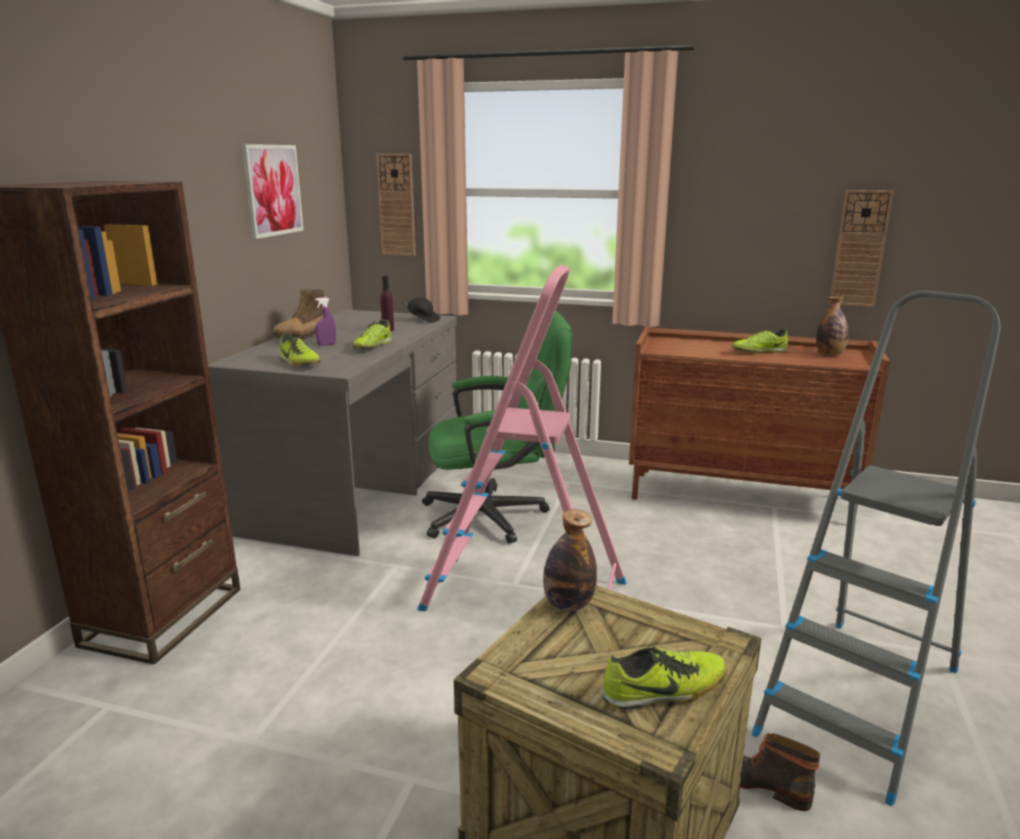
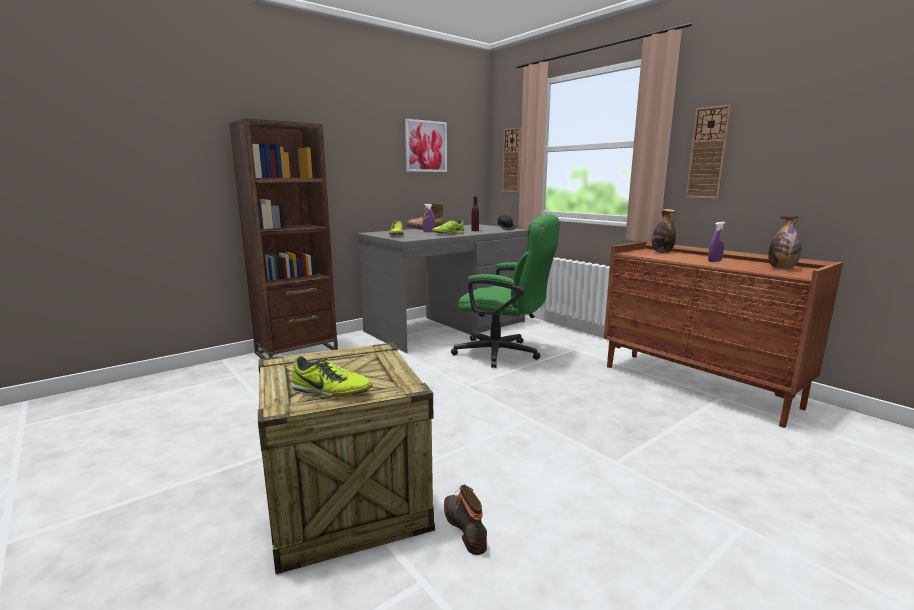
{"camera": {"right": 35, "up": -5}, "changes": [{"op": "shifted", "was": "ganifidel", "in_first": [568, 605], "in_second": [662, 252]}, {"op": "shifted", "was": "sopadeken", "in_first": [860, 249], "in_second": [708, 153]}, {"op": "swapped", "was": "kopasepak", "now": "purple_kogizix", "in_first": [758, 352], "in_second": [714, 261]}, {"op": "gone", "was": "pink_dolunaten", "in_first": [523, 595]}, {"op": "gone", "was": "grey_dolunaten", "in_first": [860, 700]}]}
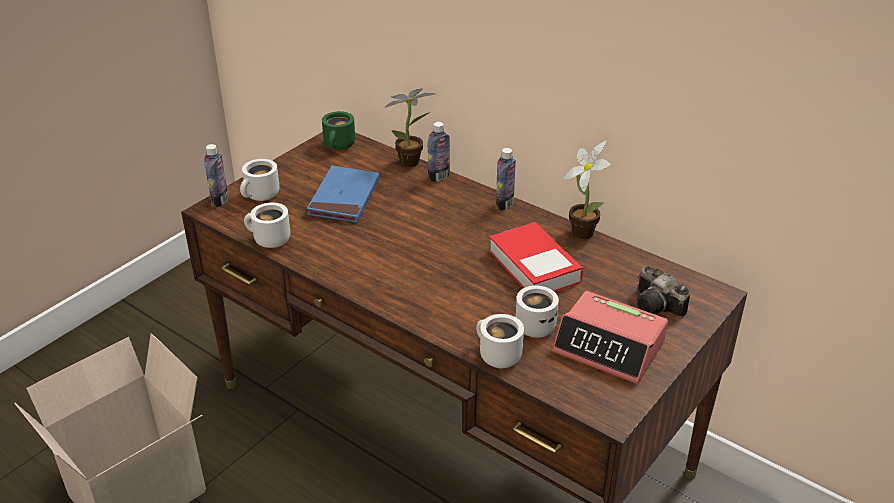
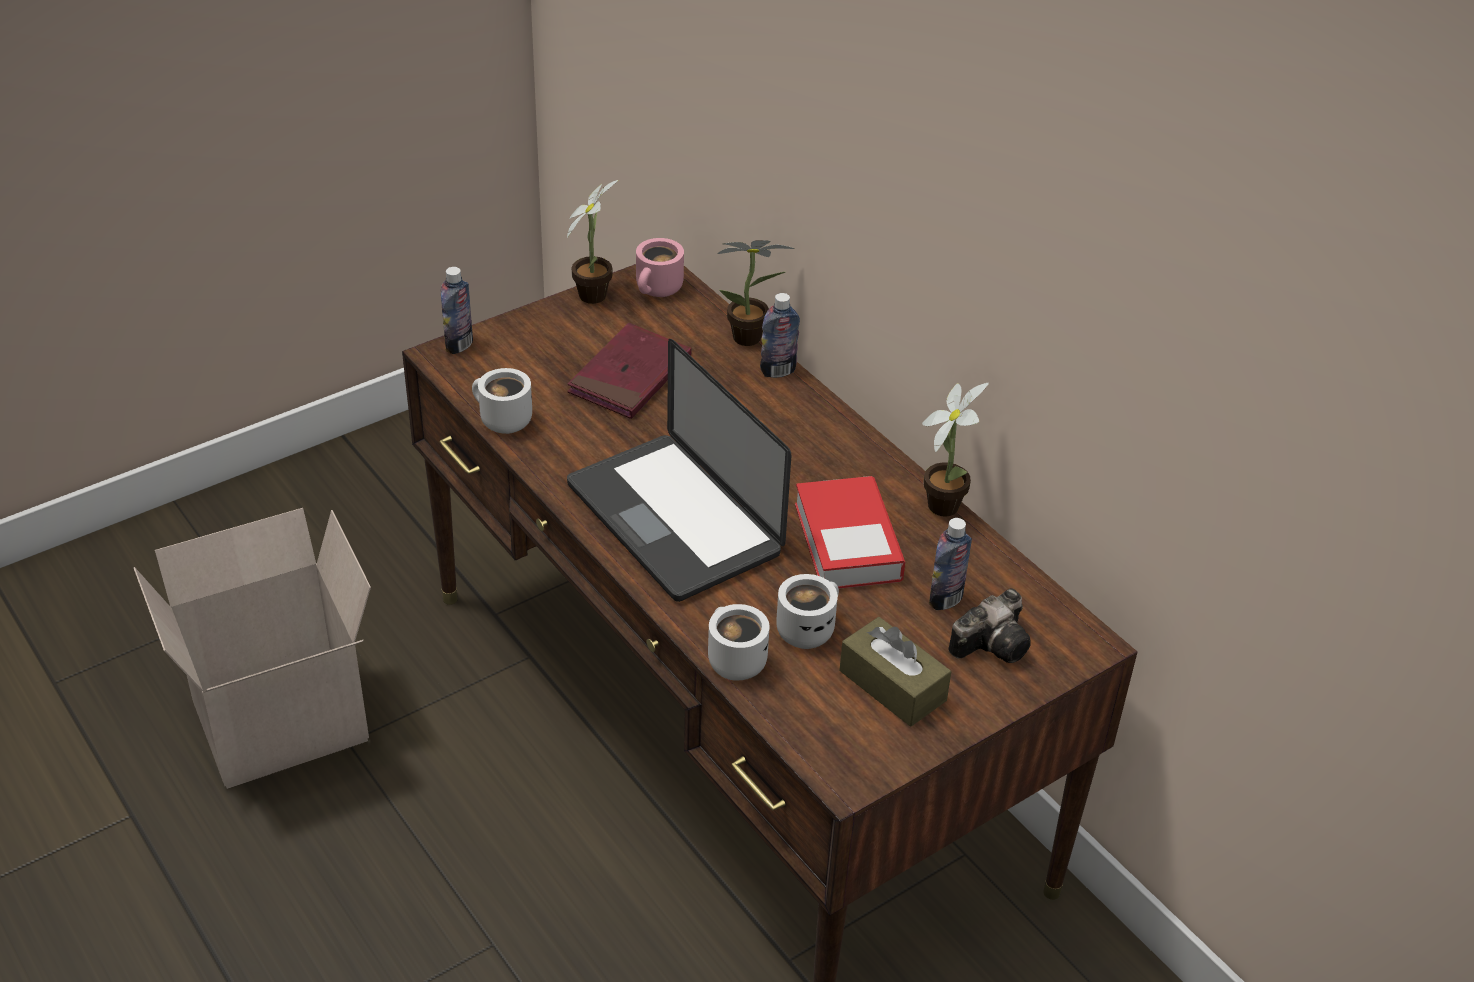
{"camera": {"right": 15, "up": 5}, "changes": [{"op": "new", "now": "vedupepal", "in_second": [595, 293]}, {"op": "repainted", "was": "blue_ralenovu", "now": "red_ralenovu", "in_first": [344, 198], "in_second": [630, 376]}, {"op": "new", "now": "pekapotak", "in_second": [673, 519]}, {"op": "repainted", "was": "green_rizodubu", "now": "pink_rizodubu", "in_first": [340, 146], "in_second": [659, 290]}, {"op": "swapped", "was": "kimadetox", "now": "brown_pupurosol", "in_first": [609, 347], "in_second": [892, 685]}, {"op": "shifted", "was": "ganifidel", "in_first": [504, 204], "in_second": [945, 599]}, {"op": "rotated", "was": "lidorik", "in_first": [658, 306], "in_second": [994, 643], "clockwise": -105}, {"op": "gone", "was": "white_rizodubu", "in_first": [261, 196]}]}
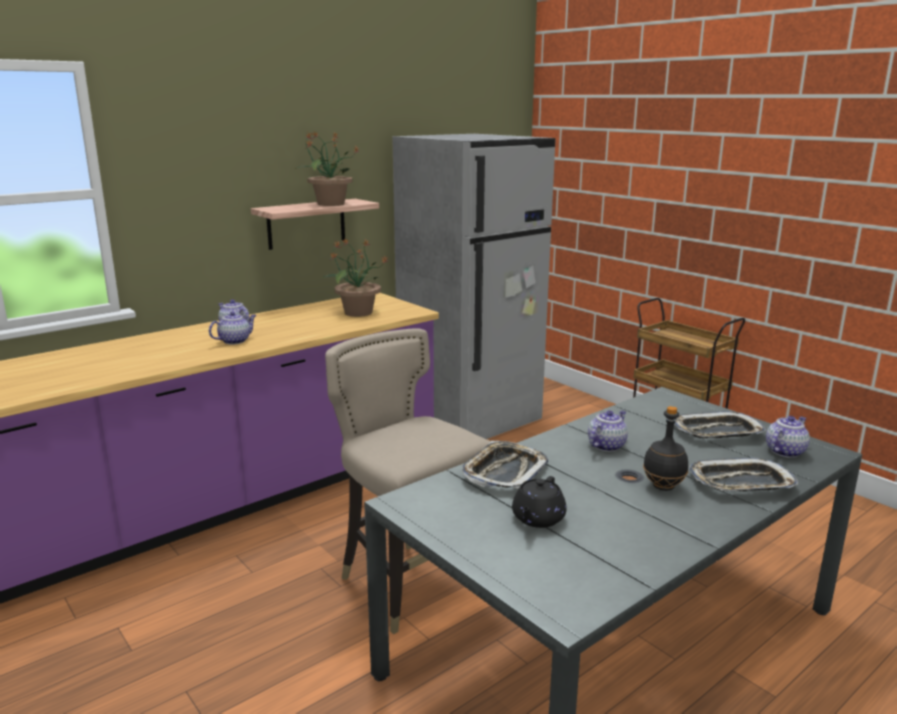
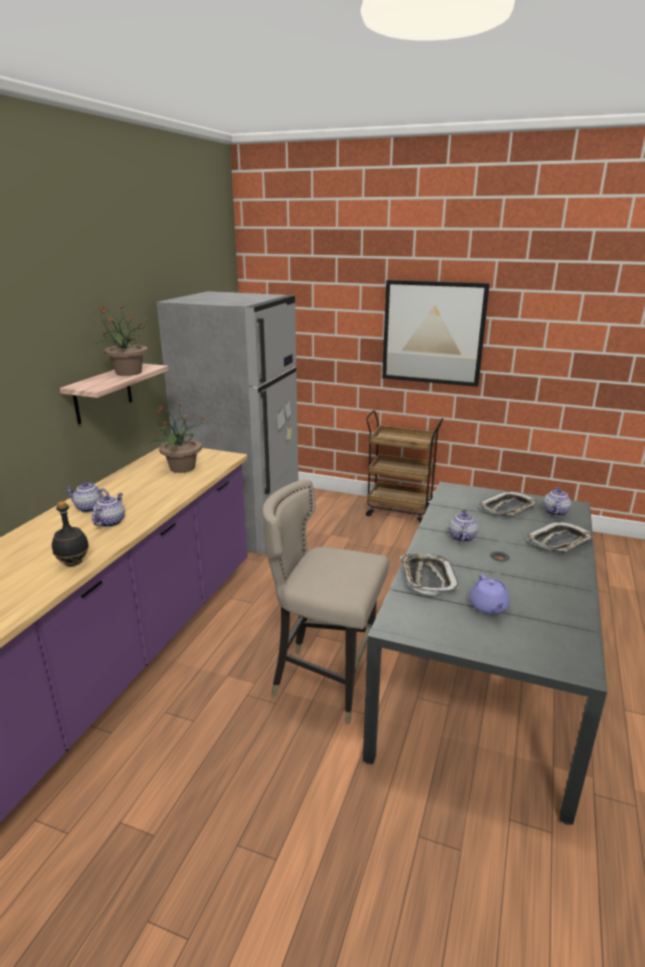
{"camera": {"right": -30, "up": 5}, "changes": [{"op": "shifted", "was": "black_ganifidel", "in_first": [662, 486], "in_second": [73, 563]}, {"op": "new", "now": "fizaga", "in_second": [433, 333]}, {"op": "repainted", "was": "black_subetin", "now": "purple_subetin", "in_first": [537, 519], "in_second": [488, 607]}]}
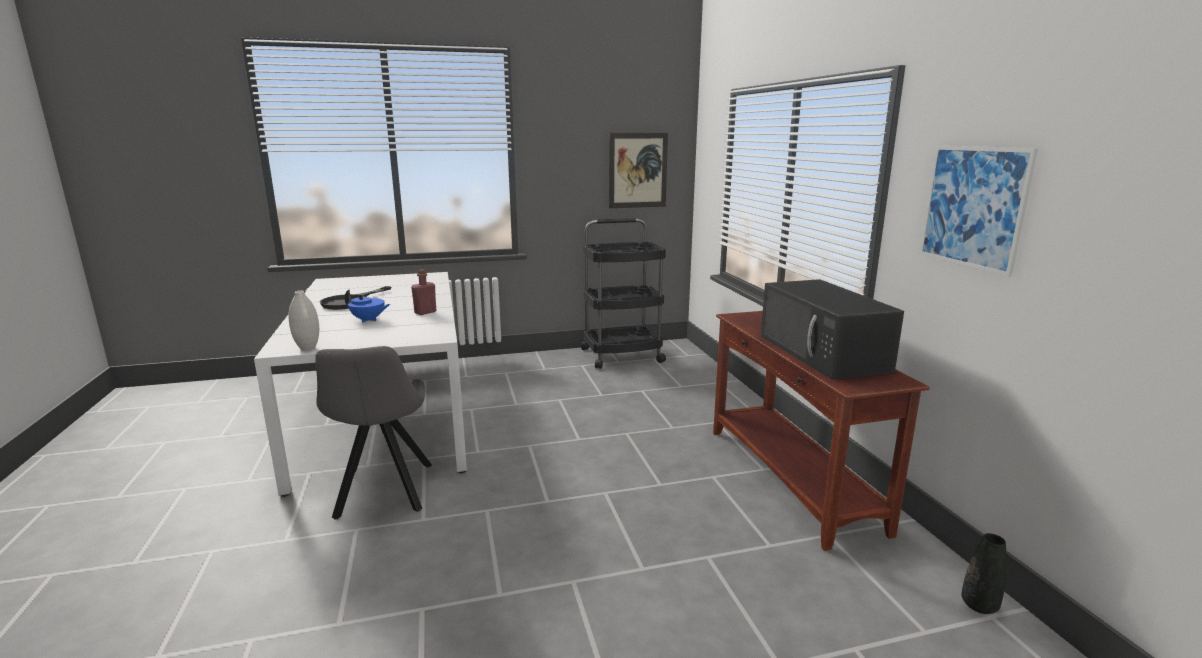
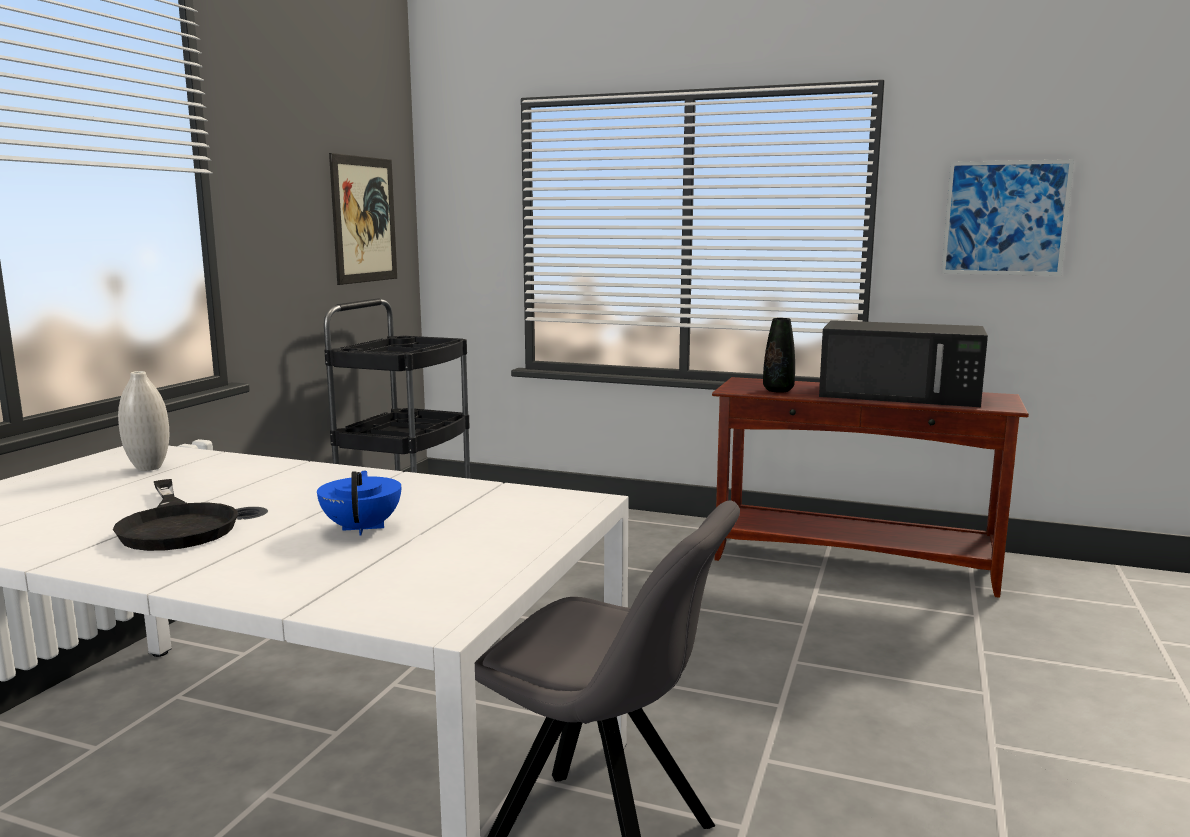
{"camera": {"right": -55, "up": -5}, "changes": [{"op": "shifted", "was": "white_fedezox", "in_first": [308, 348], "in_second": [149, 468]}, {"op": "rotated", "was": "blue_subetin", "in_first": [368, 320], "in_second": [363, 528], "clockwise": -60}, {"op": "shifted", "was": "black_fedezox", "in_first": [979, 605], "in_second": [778, 390]}, {"op": "gone", "was": "red_ganifidel", "in_first": [425, 312]}]}
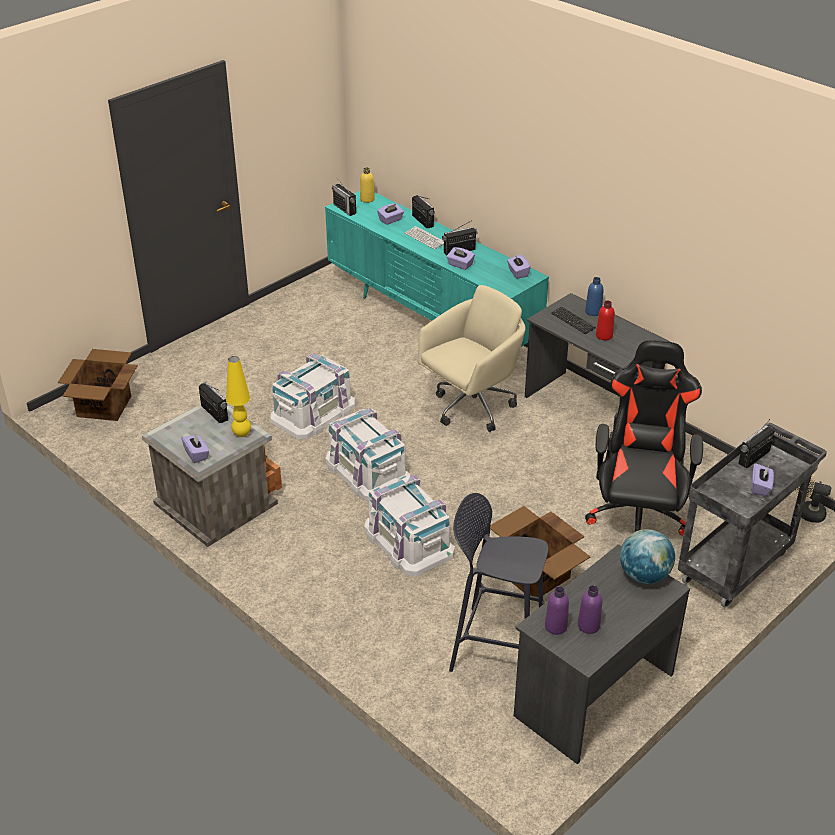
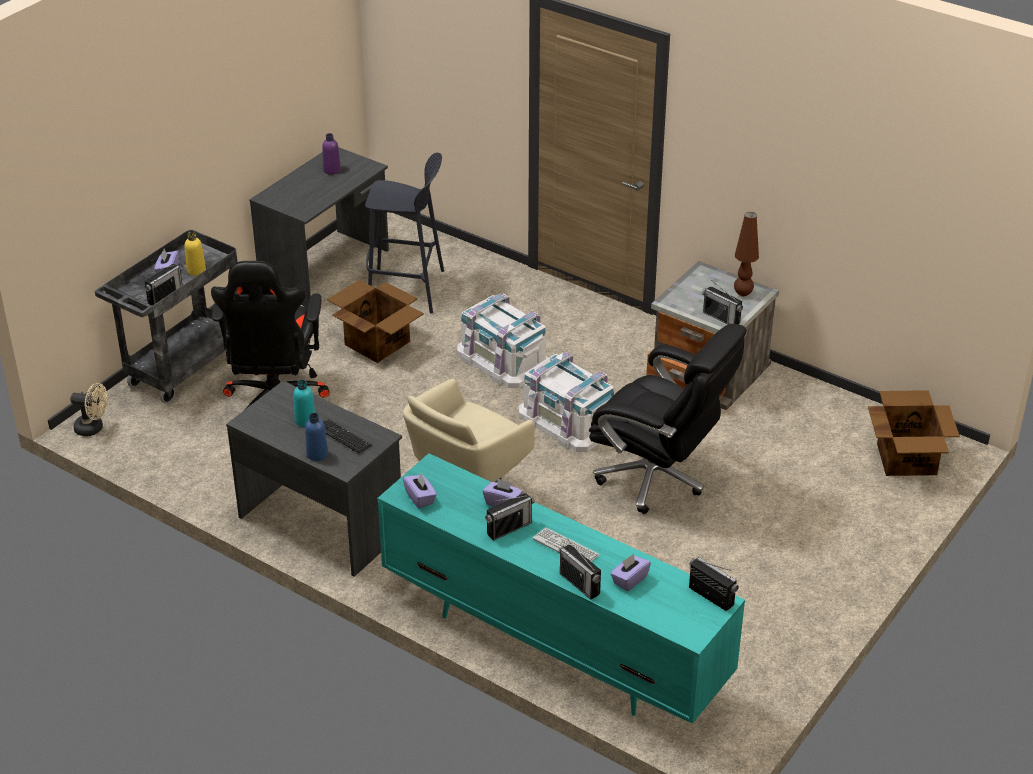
{"camera": {"right": 170, "up": 0}, "changes": [{"op": "shifted", "was": "yellow_ganifidel", "in_first": [367, 199], "in_second": [196, 271]}, {"op": "repainted", "was": "red_ganifidel", "now": "turquoise_ganifidel", "in_first": [604, 336], "in_second": [305, 421]}, {"op": "swapped", "was": "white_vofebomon", "now": "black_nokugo", "in_first": [313, 412], "in_second": [658, 481]}, {"op": "new", "now": "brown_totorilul", "in_second": [742, 293]}, {"op": "gone", "was": "purple_pupurosol", "in_first": [196, 455]}, {"op": "gone", "was": "yellow_totorilul", "in_first": [241, 434]}, {"op": "gone", "was": "purple_ganifidel", "in_first": [555, 626]}, {"op": "gone", "was": "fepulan", "in_first": [644, 575]}]}
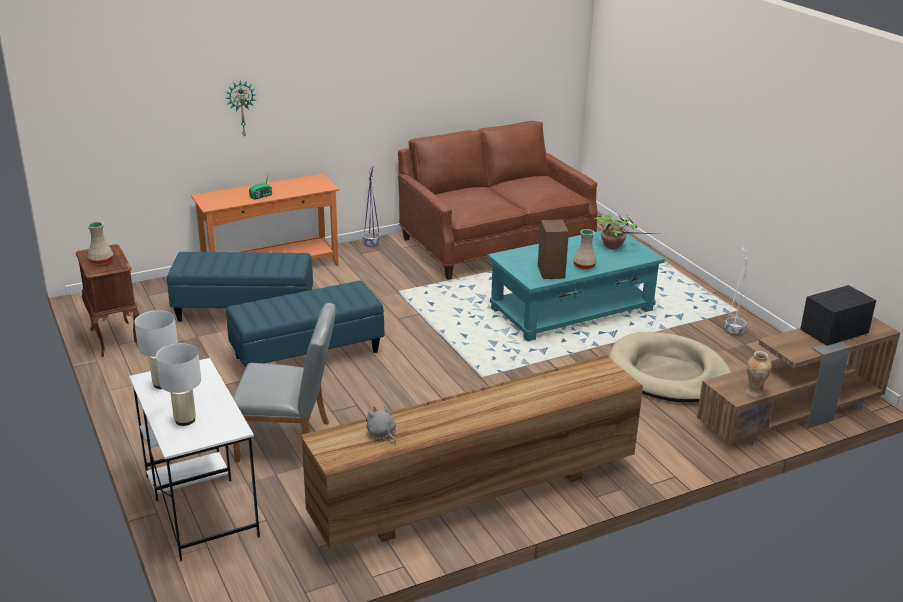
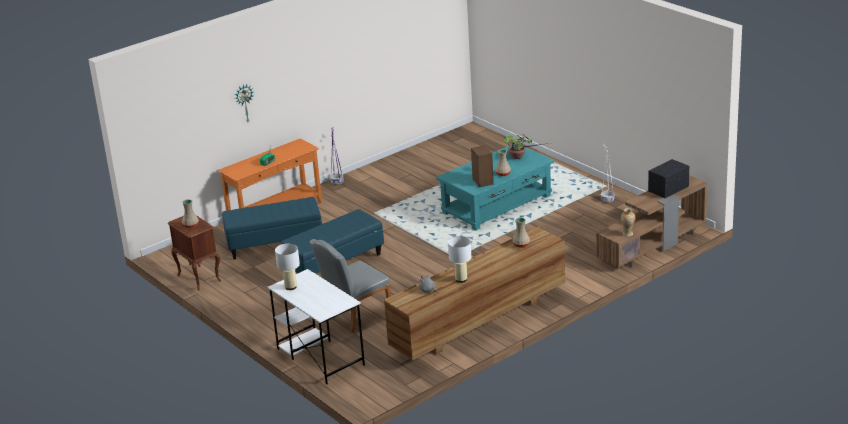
{"camera": {"right": -10, "up": 0}, "changes": [{"op": "rotated", "was": "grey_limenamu", "in_first": [290, 442], "in_second": [354, 315], "clockwise": 150}, {"op": "shifted", "was": "white_totorilul", "in_first": [184, 420], "in_second": [461, 279]}, {"op": "new", "now": "beige_fedezox", "in_second": [521, 245]}, {"op": "gone", "was": "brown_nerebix", "in_first": [494, 243]}, {"op": "gone", "was": "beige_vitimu", "in_first": [668, 373]}]}
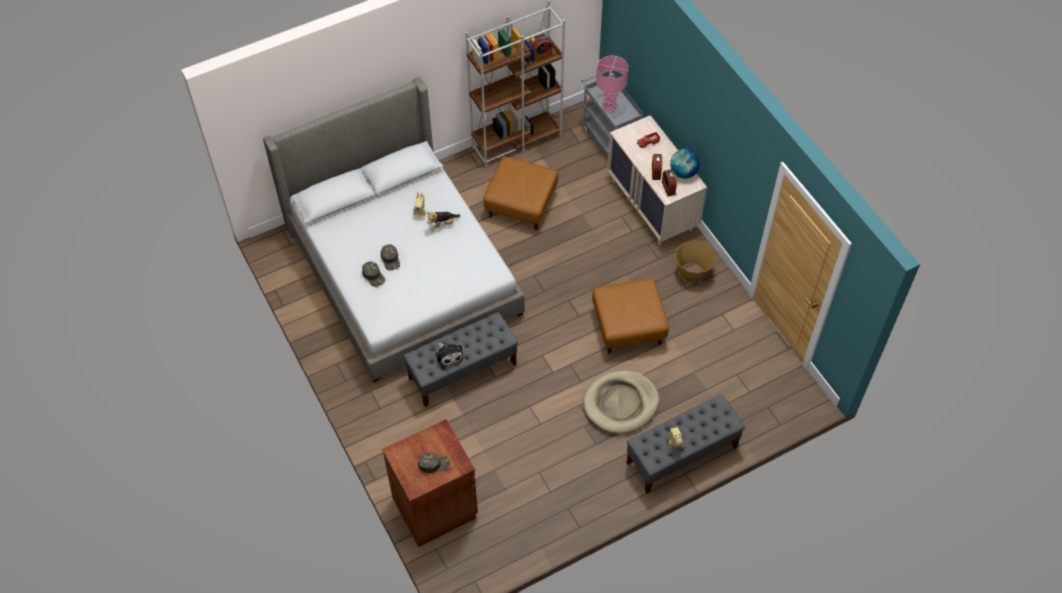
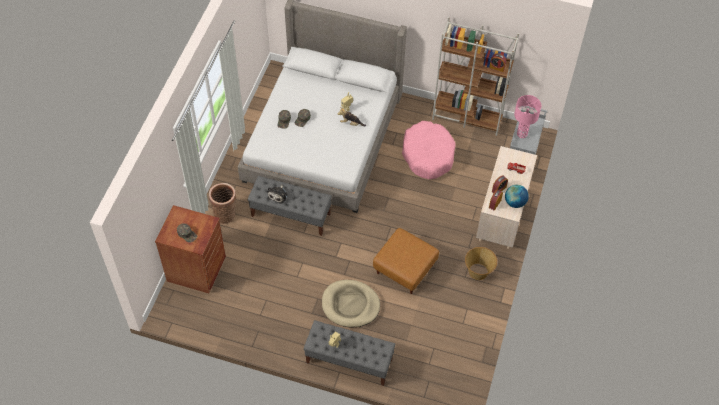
{"camera": {"right": 45, "up": 0}, "changes": [{"op": "new", "now": "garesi", "in_second": [225, 214]}, {"op": "swapped", "was": "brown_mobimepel", "now": "pink_vitimu", "in_first": [521, 205], "in_second": [428, 155]}]}
